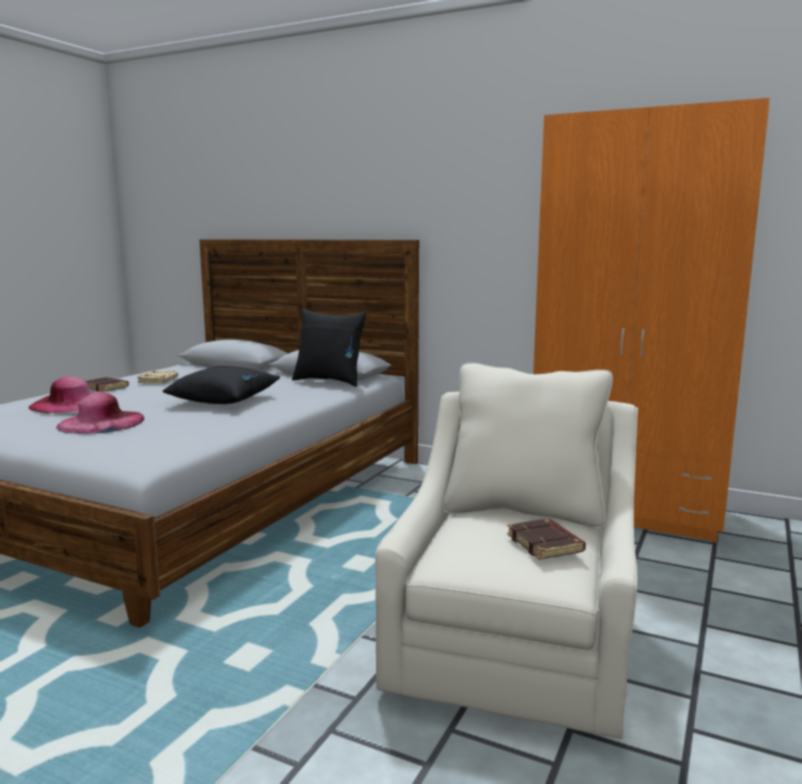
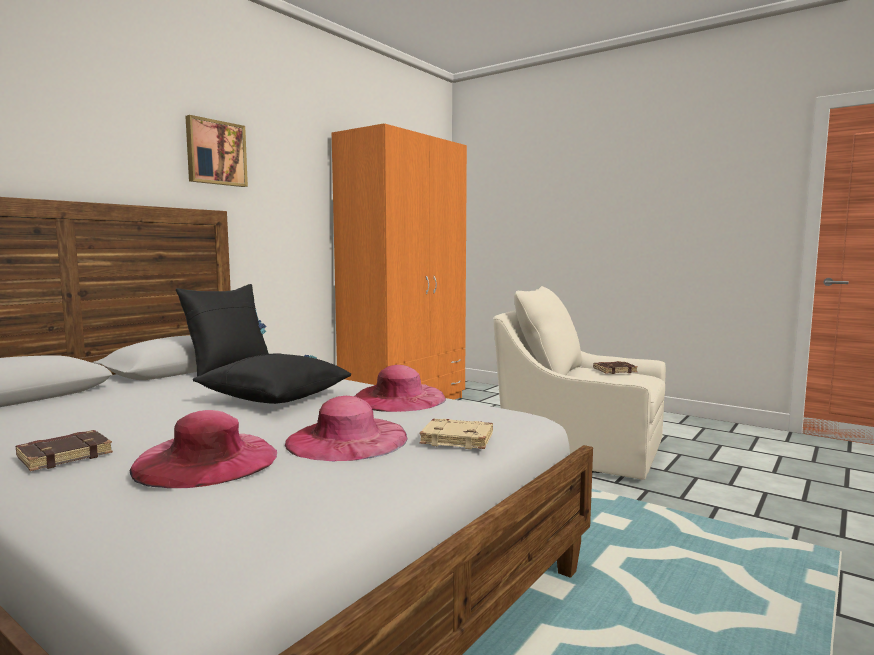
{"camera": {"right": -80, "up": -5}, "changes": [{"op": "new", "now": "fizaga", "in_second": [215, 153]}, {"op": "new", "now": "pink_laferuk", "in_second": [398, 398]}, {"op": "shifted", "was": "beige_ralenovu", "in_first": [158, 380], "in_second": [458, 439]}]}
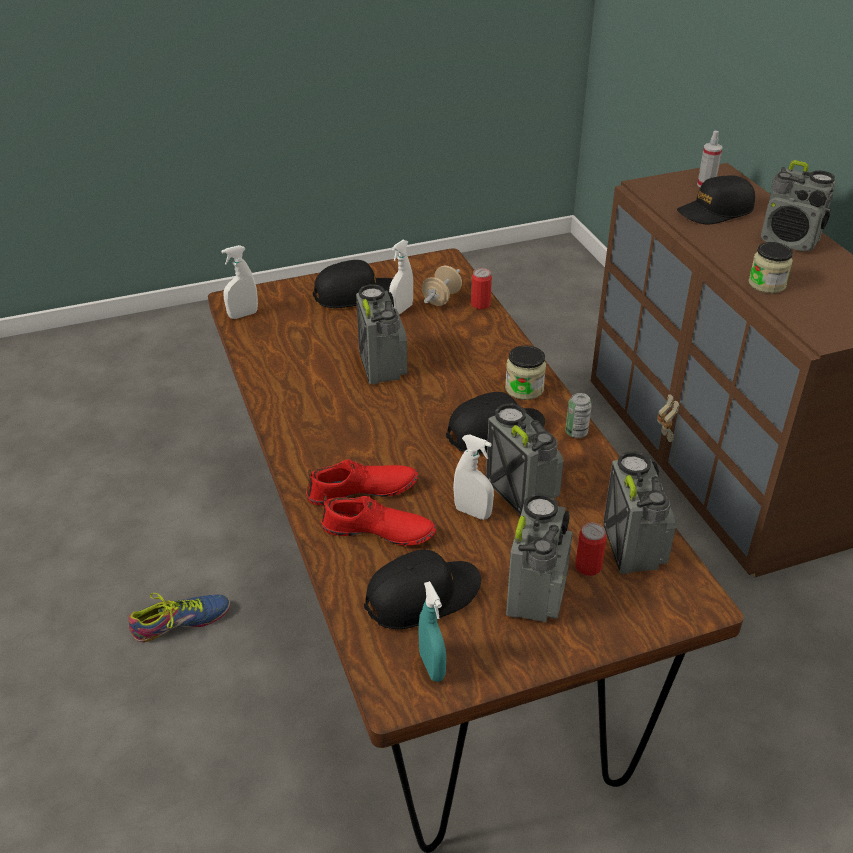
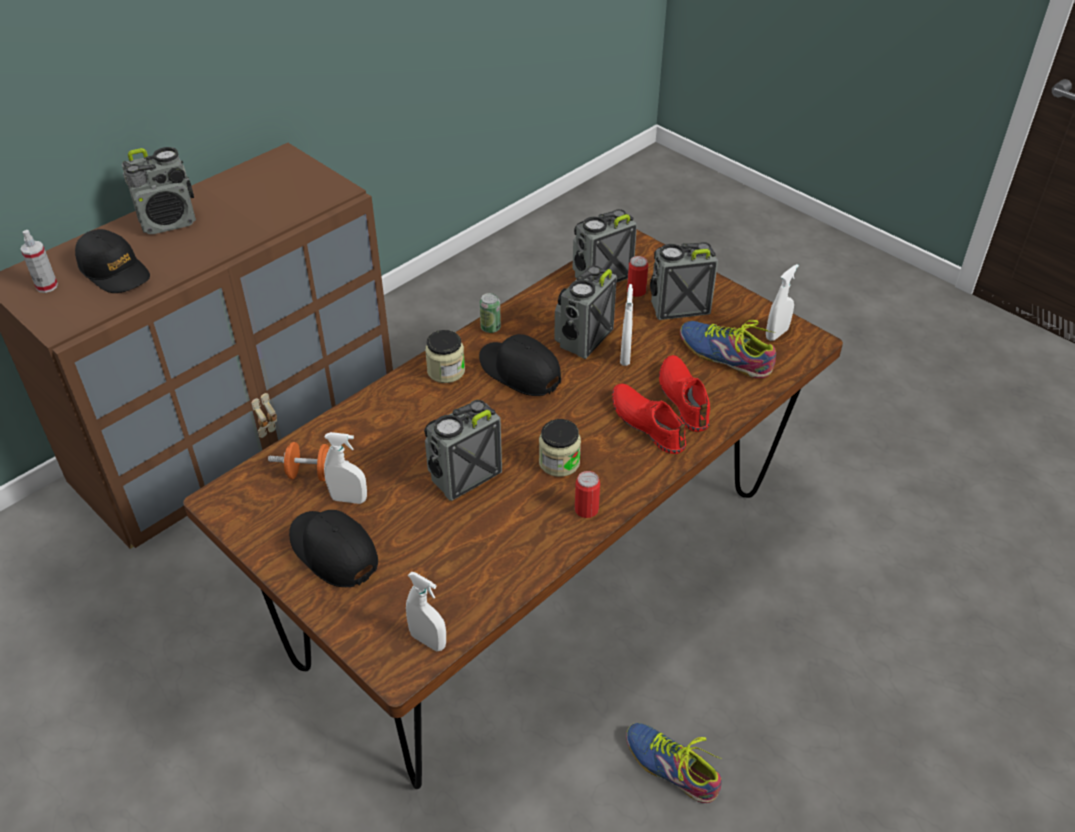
{"camera": {"right": -115, "up": 5}, "changes": [{"op": "rotated", "was": "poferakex", "in_first": [789, 241], "in_second": [169, 222], "clockwise": 60}, {"op": "repainted", "was": "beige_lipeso", "now": "orange_lipeso", "in_first": [441, 298], "in_second": [311, 474]}, {"op": "shifted", "was": "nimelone", "in_first": [767, 284], "in_second": [559, 462]}, {"op": "shifted", "was": "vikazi", "in_first": [480, 304], "in_second": [586, 509]}, {"op": "swapped", "was": "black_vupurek", "now": "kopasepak", "in_first": [422, 596], "in_second": [725, 356]}, {"op": "repainted", "was": "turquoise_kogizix", "now": "white_kogizix", "in_first": [432, 666], "in_second": [776, 334]}]}
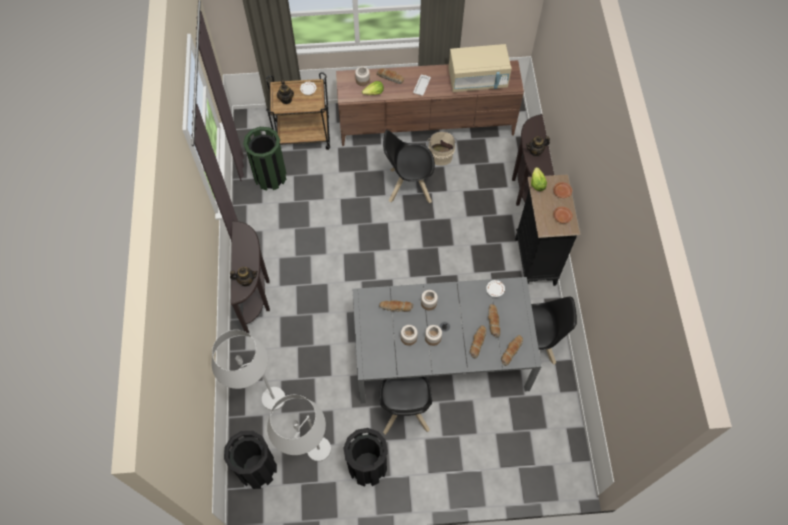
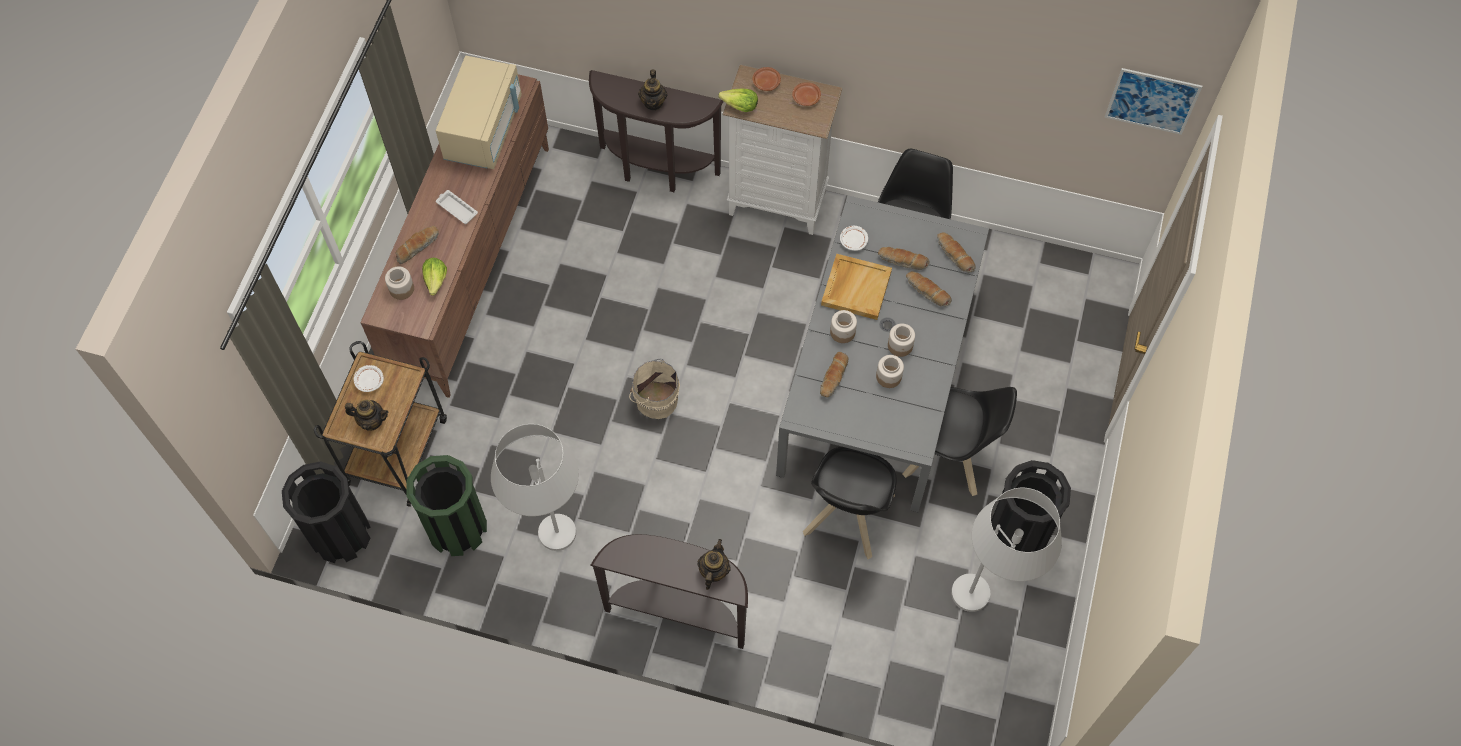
{"camera": {"right": -70, "up": 0}, "changes": [{"op": "shifted", "was": "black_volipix", "in_first": [257, 469], "in_second": [341, 535]}, {"op": "shifted", "was": "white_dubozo", "in_first": [261, 403], "in_second": [557, 553]}, {"op": "shifted", "was": "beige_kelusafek", "in_first": [441, 155], "in_second": [655, 399]}, {"op": "repainted", "was": "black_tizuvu", "now": "white_tizuvu", "in_first": [534, 262], "in_second": [778, 206]}, {"op": "shifted", "was": "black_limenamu", "in_first": [408, 185], "in_second": [847, 516]}, {"op": "new", "now": "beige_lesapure", "in_second": [855, 287]}, {"op": "new", "now": "fizaga", "in_second": [1152, 101]}]}
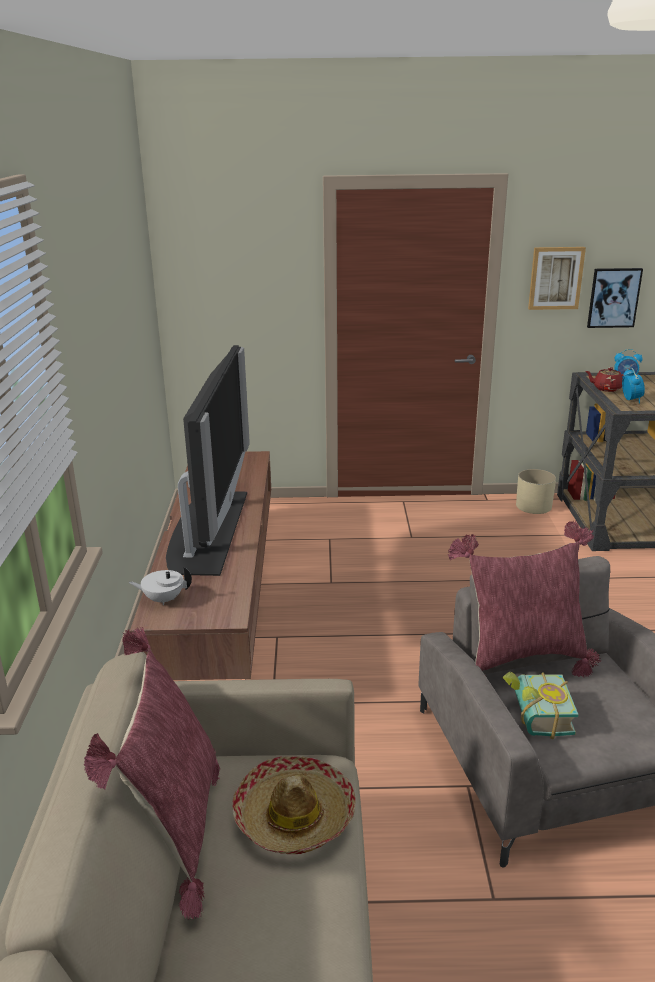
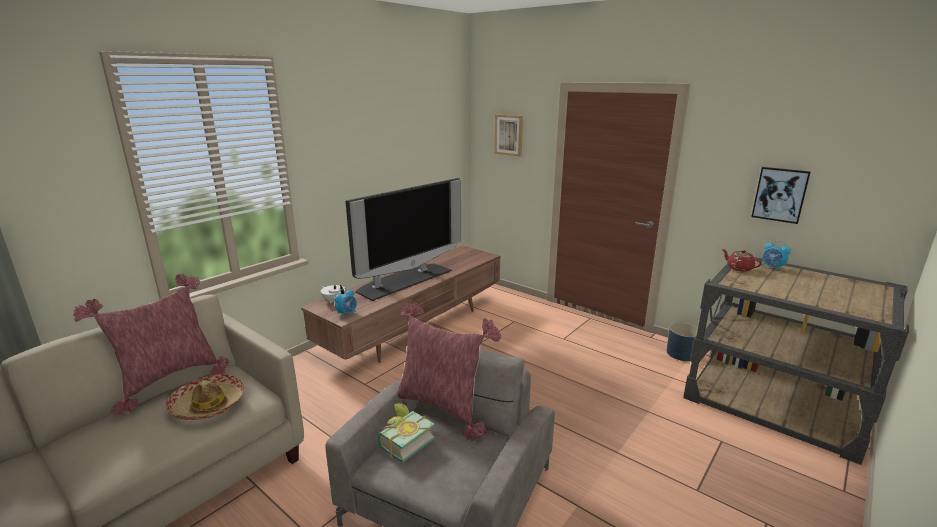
{"camera": {"right": 40, "up": -5}, "changes": [{"op": "shifted", "was": "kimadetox", "in_first": [631, 400], "in_second": [347, 313]}, {"op": "shifted", "was": "fizaga", "in_first": [555, 278], "in_second": [509, 135]}, {"op": "repainted", "was": "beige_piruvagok", "now": "blue_piruvagok", "in_first": [534, 506], "in_second": [681, 353]}]}
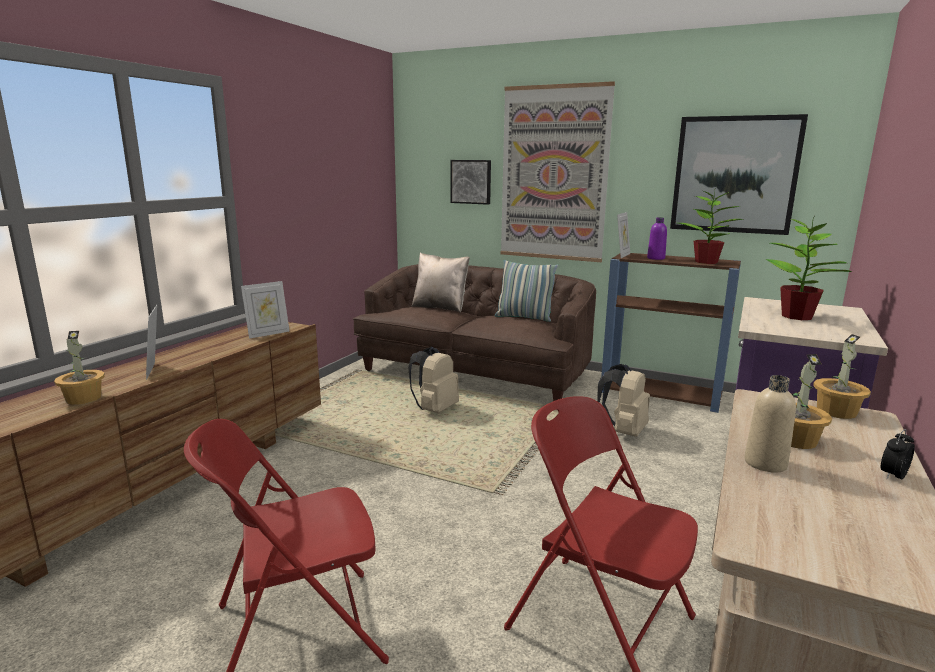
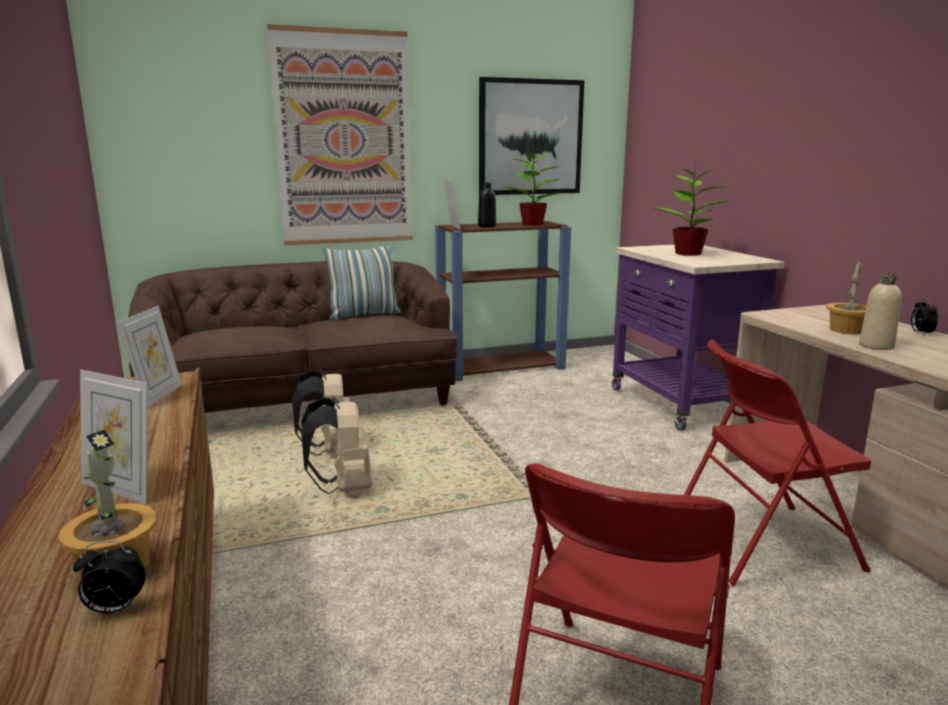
{"camera": {"right": -45, "up": 0}, "changes": [{"op": "new", "now": "kimadetox", "in_second": [115, 610]}, {"op": "shifted", "was": "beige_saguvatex", "in_first": [623, 431], "in_second": [344, 487]}, {"op": "repainted", "was": "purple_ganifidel", "now": "black_ganifidel", "in_first": [656, 258], "in_second": [487, 226]}, {"op": "gone", "was": "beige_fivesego", "in_first": [440, 307]}, {"op": "gone", "was": "fizaga", "in_first": [471, 181]}, {"op": "gone", "was": "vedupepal", "in_first": [837, 411]}]}
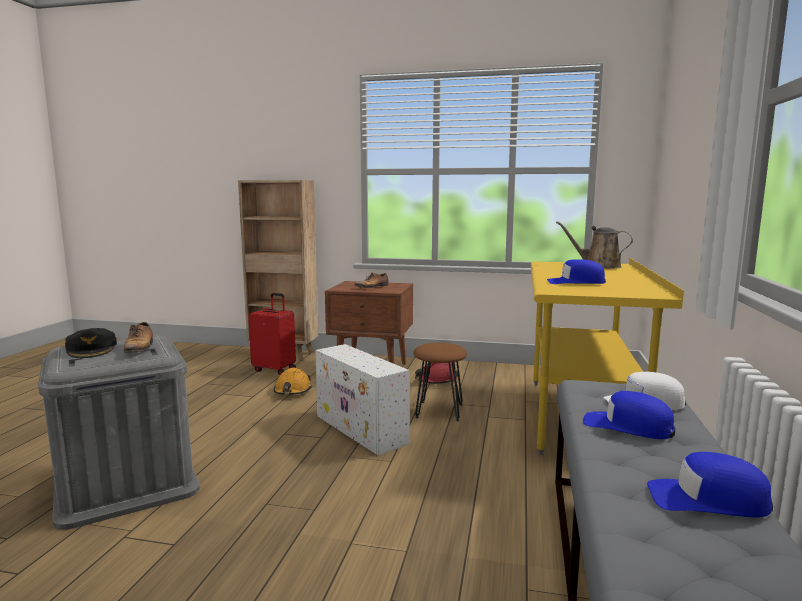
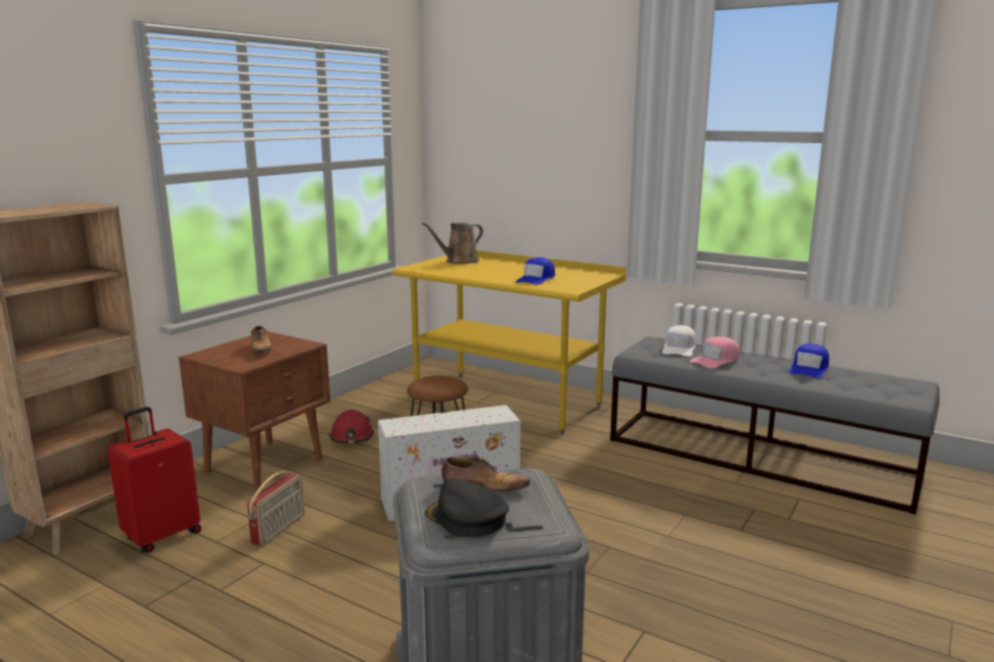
{"camera": {"right": -70, "up": 5}, "changes": [{"op": "swapped", "was": "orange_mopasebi", "now": "poferakex", "in_first": [292, 391], "in_second": [279, 529]}, {"op": "rotated", "was": "black_vupurek", "in_first": [92, 349], "in_second": [466, 518], "clockwise": -135}, {"op": "repainted", "was": "blue_vupurek", "now": "pink_vupurek", "in_first": [627, 426], "in_second": [715, 360]}]}
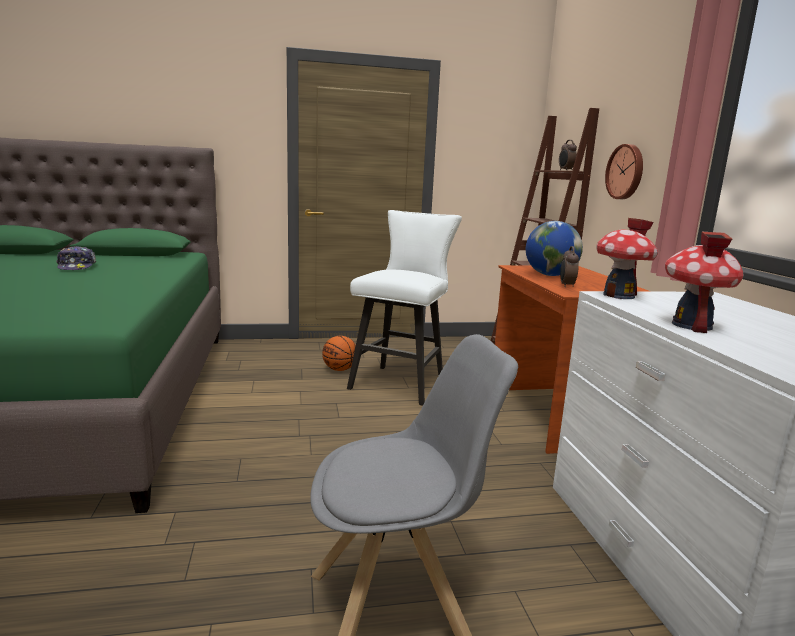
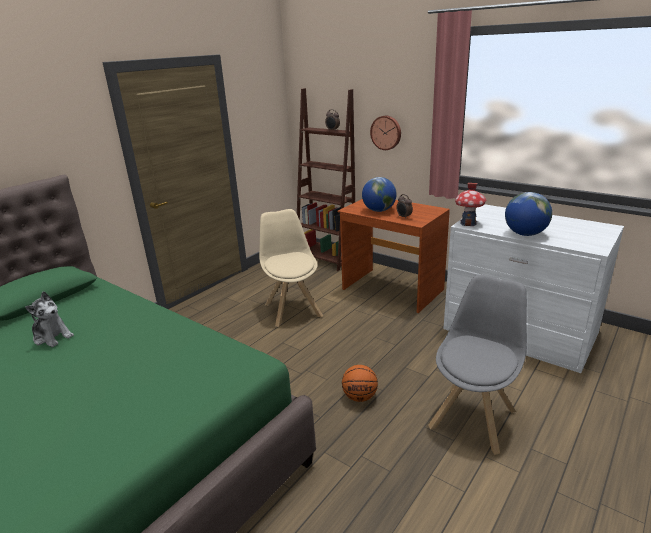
{"camera": {"right": -40, "up": 10}, "changes": [{"op": "swapped", "was": "vupurek", "now": "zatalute", "in_first": [77, 267], "in_second": [53, 337]}, {"op": "swapped", "was": "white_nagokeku", "now": "beige_limenamu", "in_first": [401, 382], "in_second": [292, 309]}, {"op": "shifted", "was": "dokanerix", "in_first": [339, 369], "in_second": [360, 397]}, {"op": "swapped", "was": "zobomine", "now": "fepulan", "in_first": [691, 325], "in_second": [525, 234]}]}
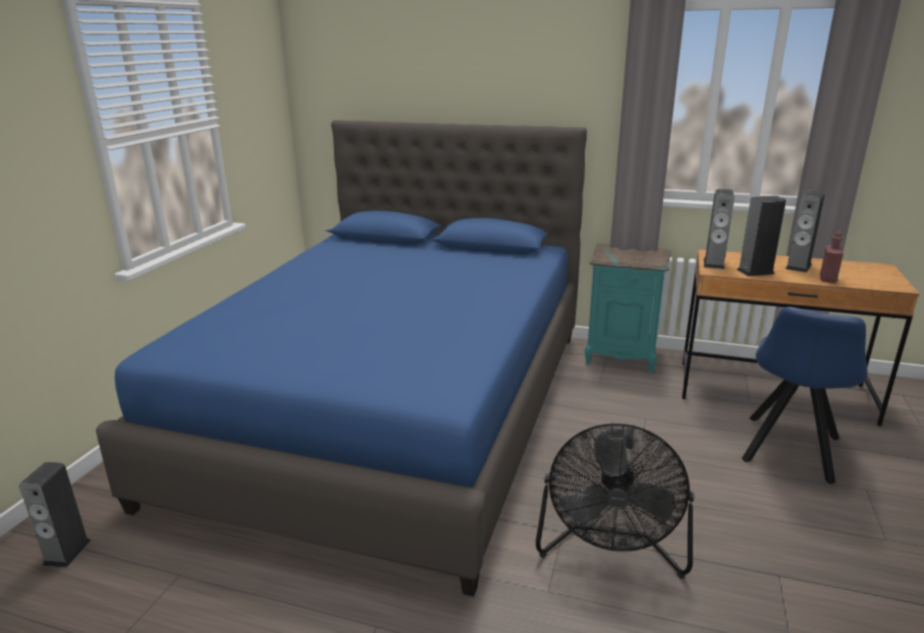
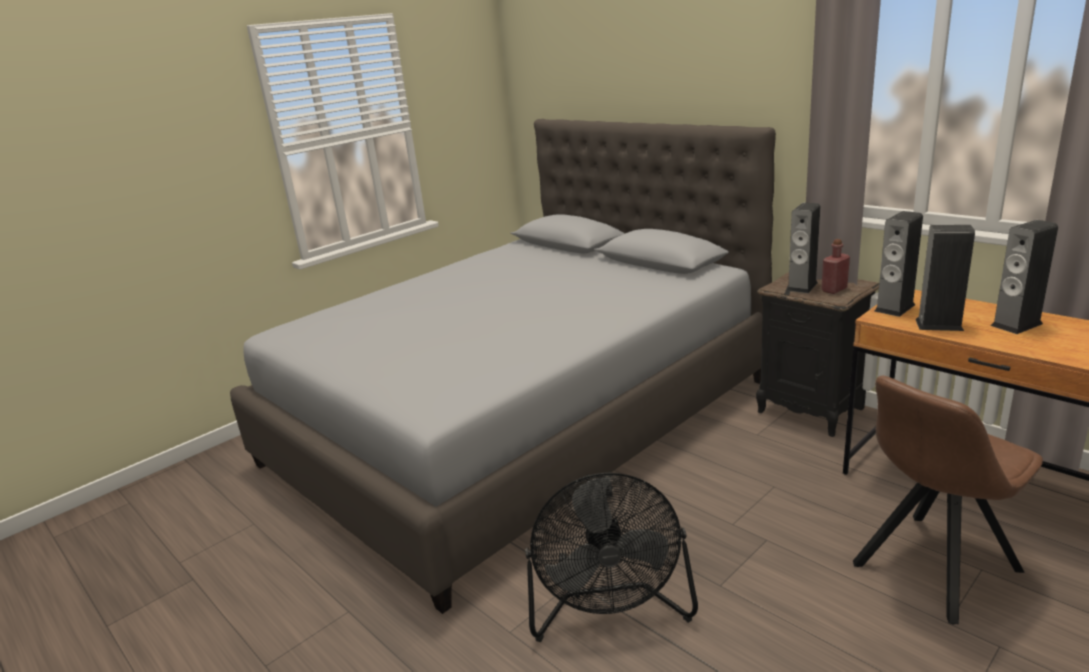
{"camera": {"right": 30, "up": 0}, "changes": [{"op": "repainted", "was": "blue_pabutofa", "now": "grey_pabutofa", "in_first": [395, 408], "in_second": [522, 421]}, {"op": "rotated", "was": "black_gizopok", "in_first": [605, 545], "in_second": [603, 607], "clockwise": -45}, {"op": "repainted", "was": "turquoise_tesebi", "now": "black_tesebi", "in_first": [621, 357], "in_second": [810, 411]}, {"op": "shifted", "was": "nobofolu", "in_first": [67, 552], "in_second": [802, 286]}, {"op": "shifted", "was": "red_ganifidel", "in_first": [827, 279], "in_second": [834, 289]}, {"op": "repainted", "was": "blue_limenamu", "now": "brown_limenamu", "in_first": [789, 449], "in_second": [933, 567]}]}
